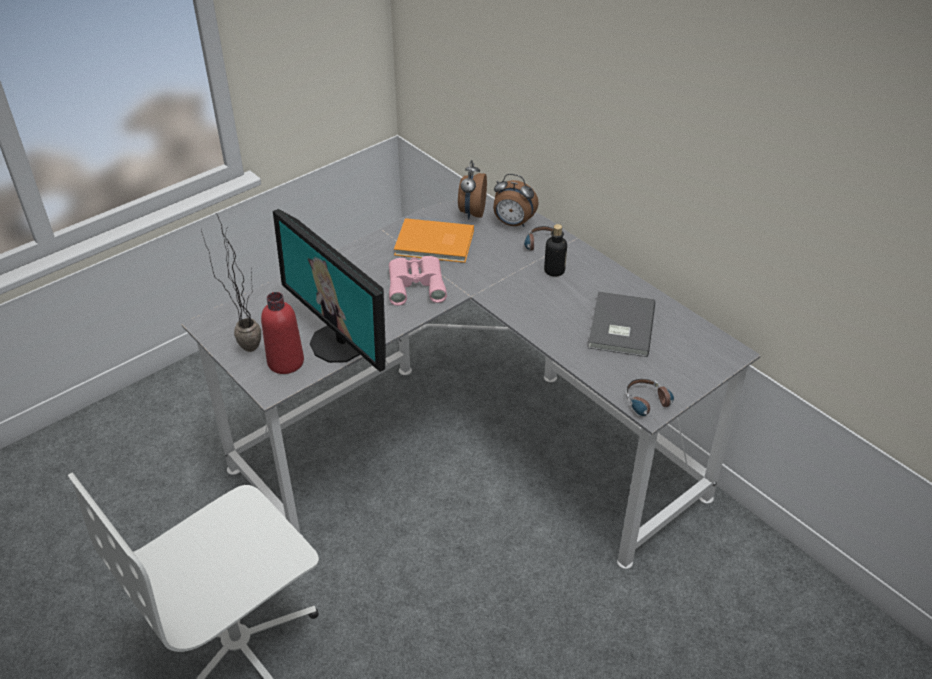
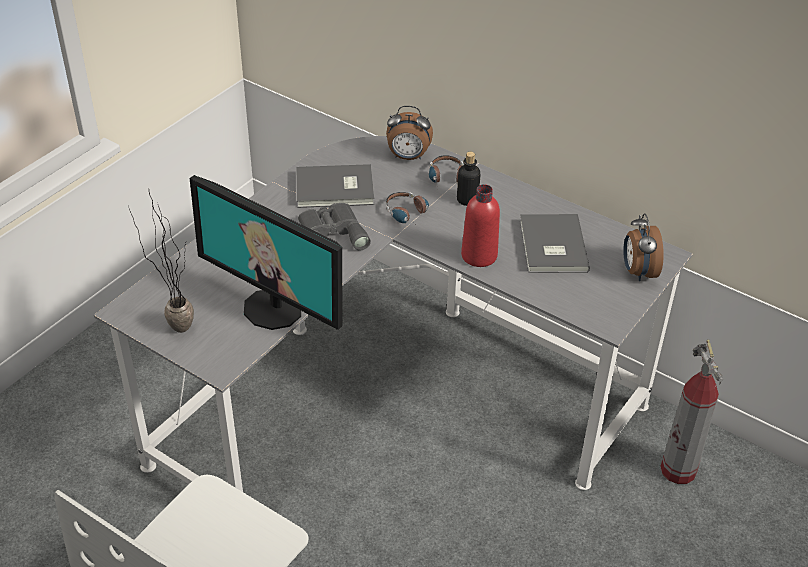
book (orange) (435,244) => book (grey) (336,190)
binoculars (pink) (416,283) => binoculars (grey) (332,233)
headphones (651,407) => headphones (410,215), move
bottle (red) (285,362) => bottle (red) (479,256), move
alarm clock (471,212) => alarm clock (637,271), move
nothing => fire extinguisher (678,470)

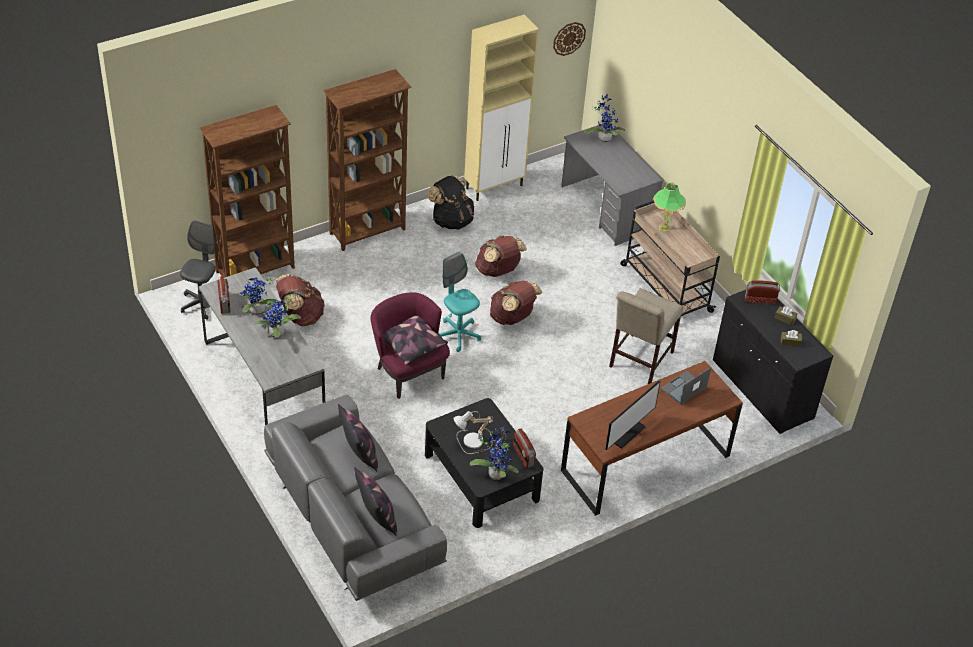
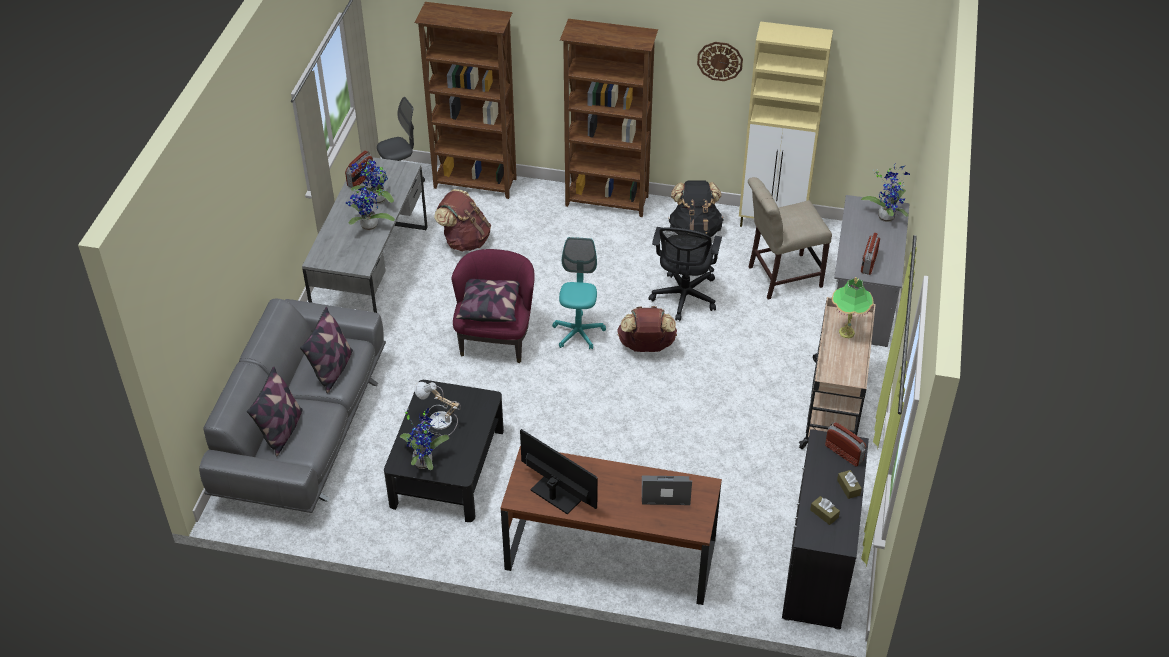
monitor (626,433) => monitor (555,495), 135 degrees counterclockwise
backpack (brown) (498,271) => office chair (black) (684,298)
wall clock (569,38) => wall clock (720,61), move
chair (beige) (639,361) => chair (beige) (780,277), move
radio (523,456) => radio (868,263), move

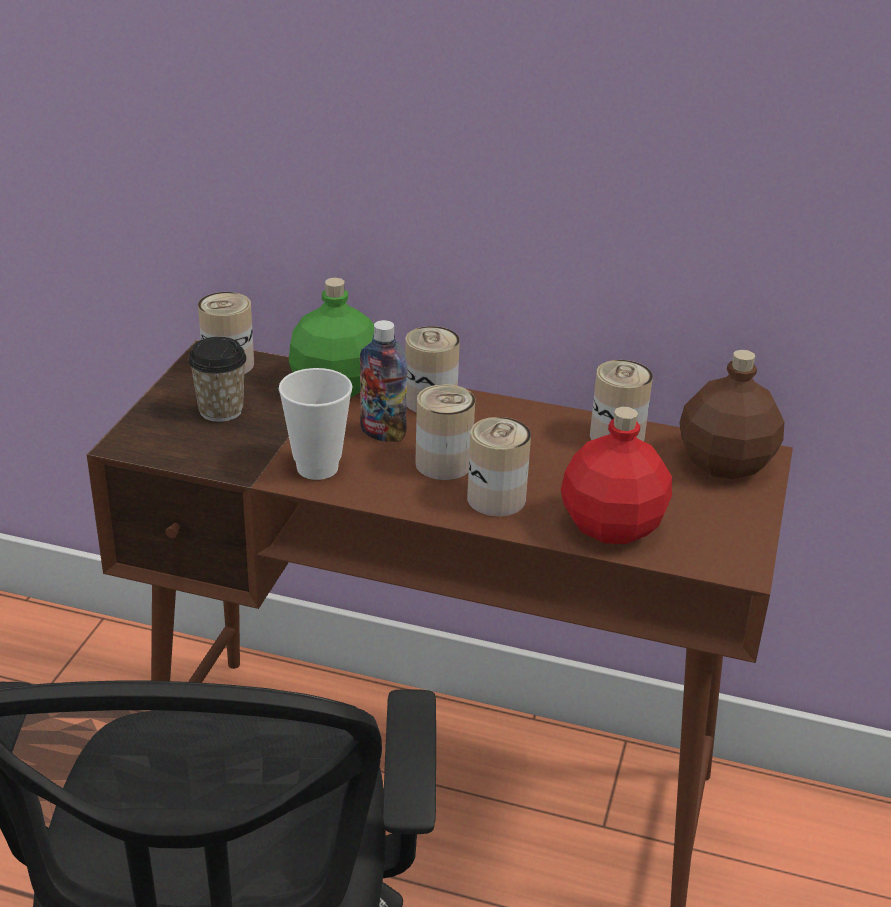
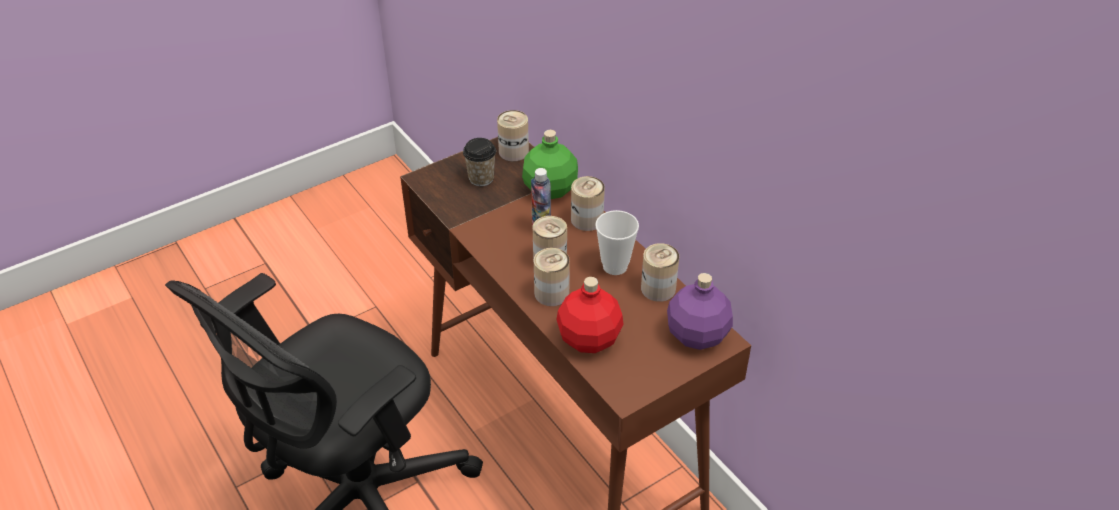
cup (317,468) => cup (615,266), move
bottle (brown) (724,464) => bottle (purple) (696,335)

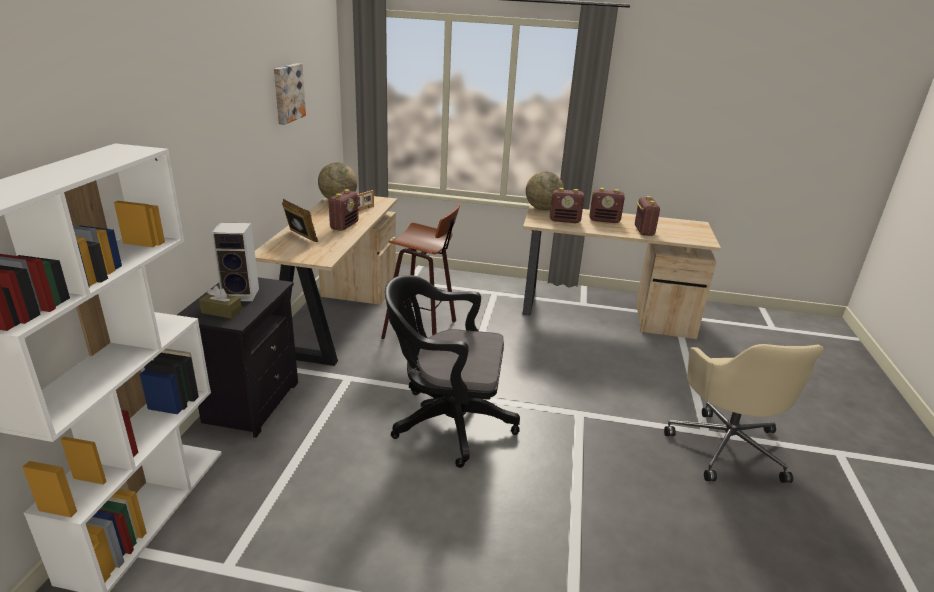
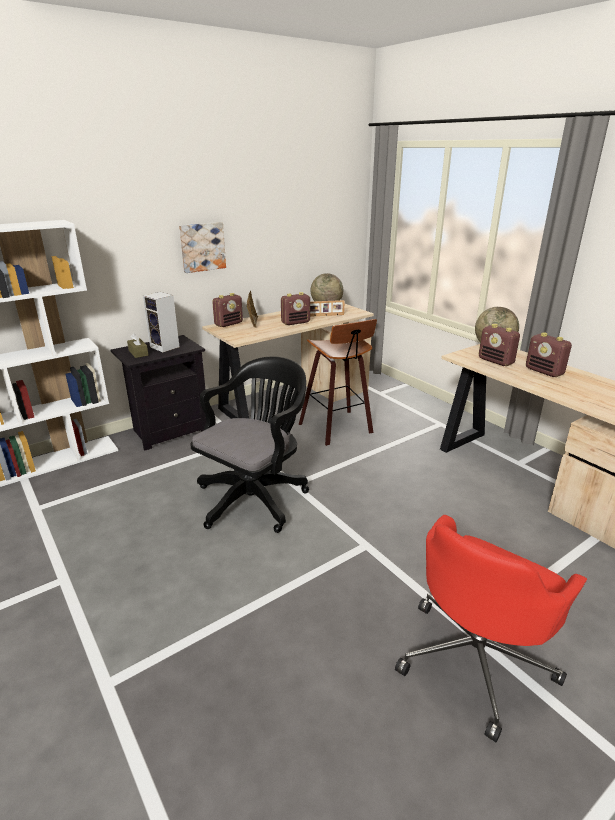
picture (287,93) => picture (202,247), move
office chair (black) (446,422) => office chair (black) (255,497), 75 degrees clockwise
radio (643,231) => radio (229,324), move
office chair (beige) (727,445) => office chair (red) (475,659)

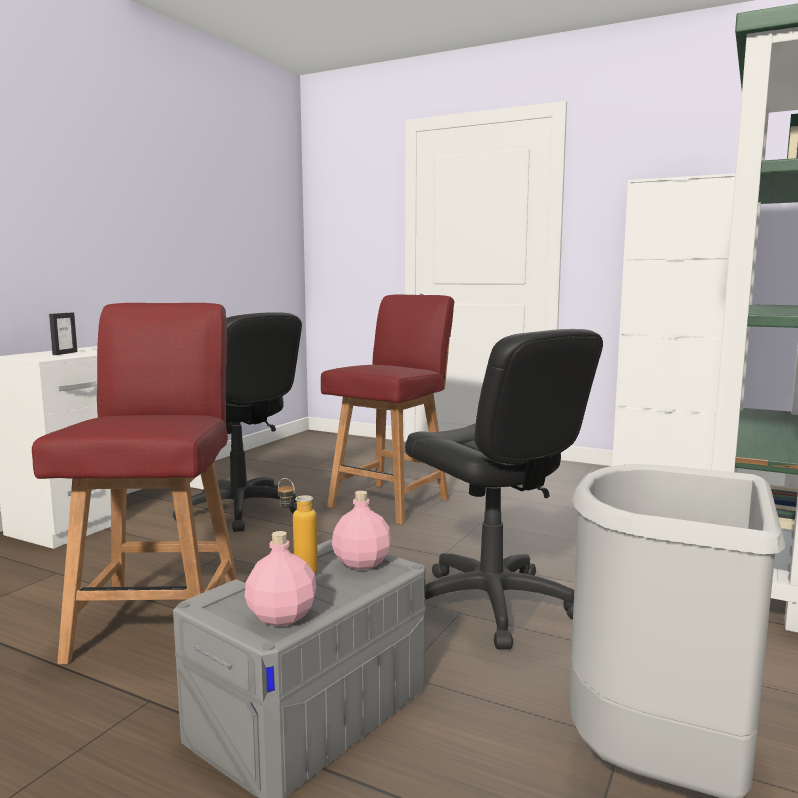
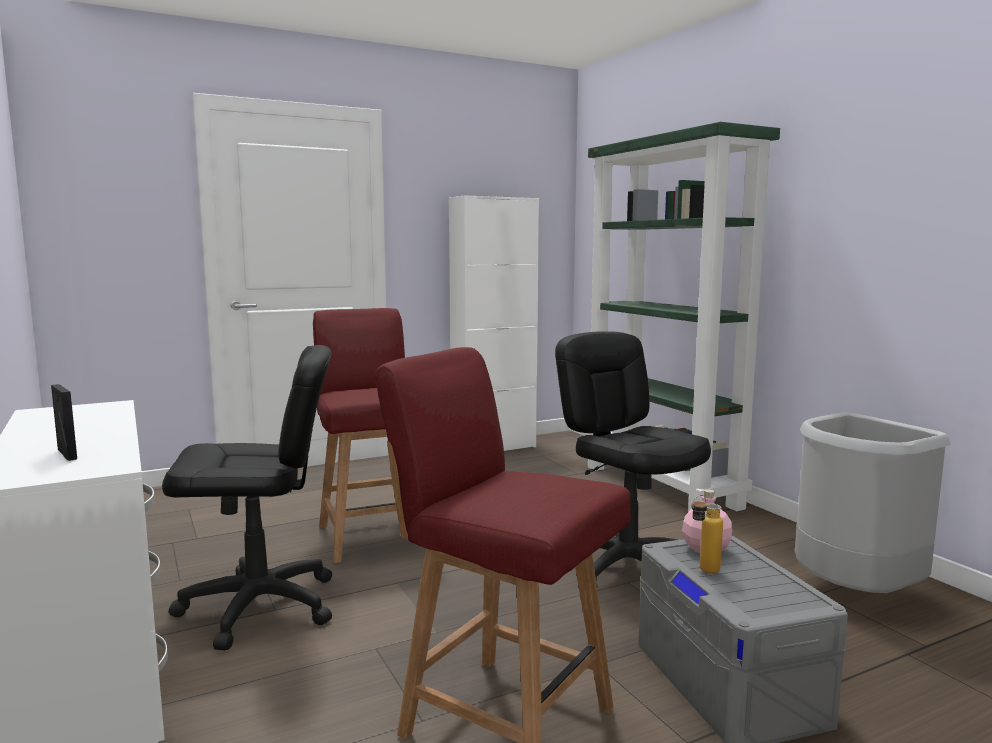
office chair (black) (490,604) => office chair (black) (627,568), 120 degrees counterclockwise
bottle (pink) (282,616) => nothing

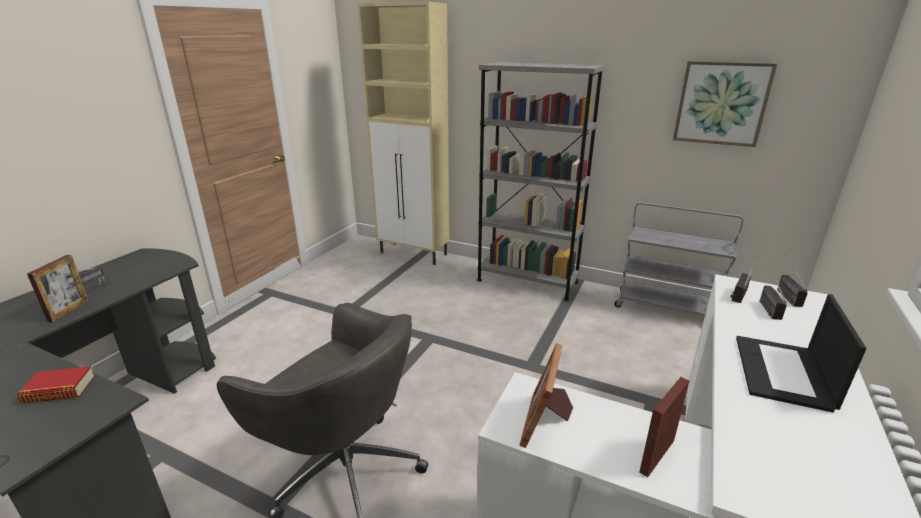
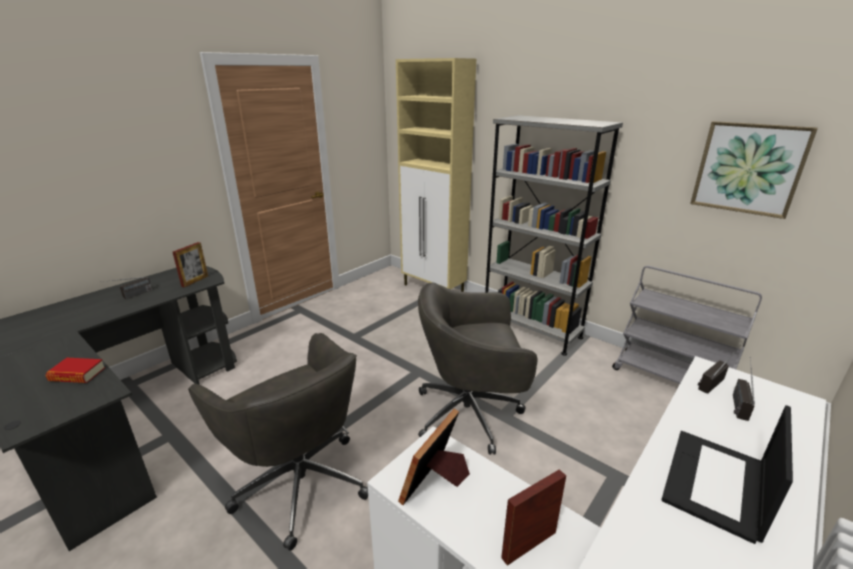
picture frame (69,311) => picture frame (195,281), move
nothing => office chair (grey) (471,413)
radio (783,293) => nothing

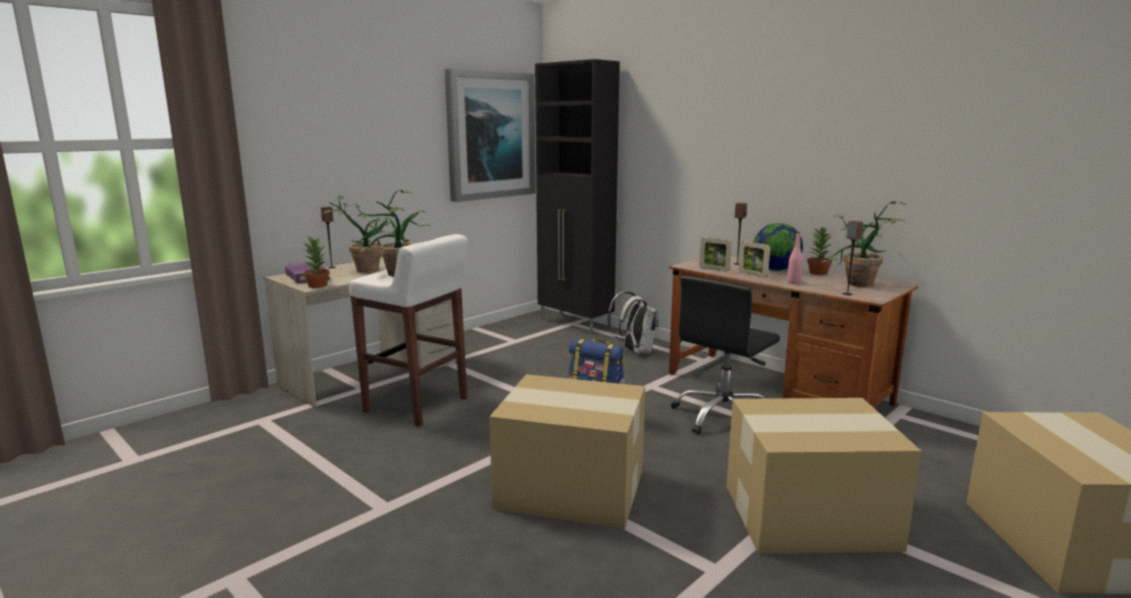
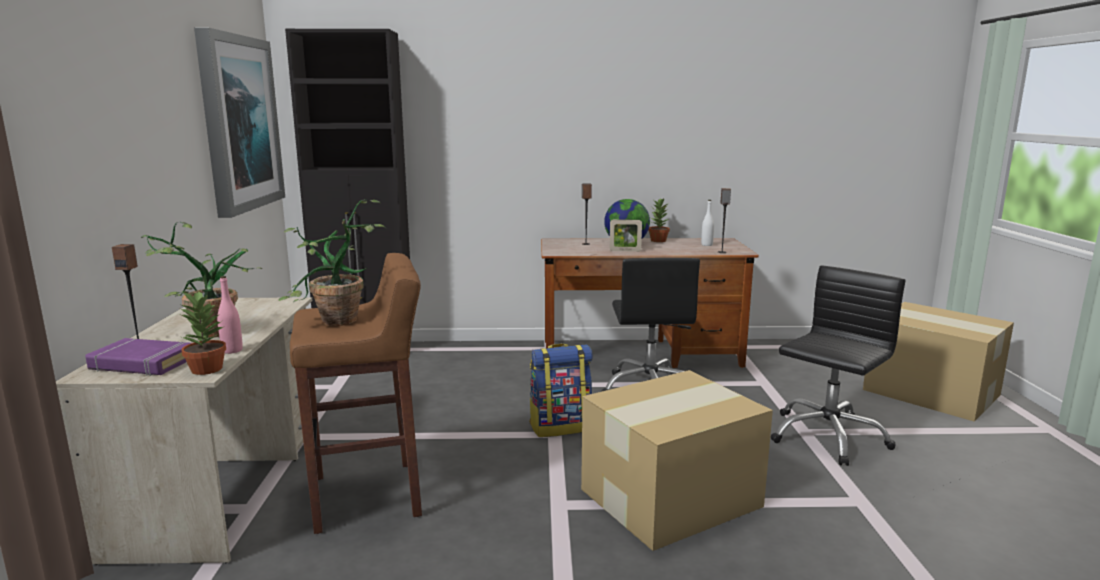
bottle (pink) (793,282) => bottle (pink) (232,350), move
stool (white) (417,405) => stool (brown) (369,496)
potted plant (857,285) => bottle (white) (707,245)
cardboard box (811,517) => office chair (black) (827,436)
backpack (white) (635,351) => nothing
picture frame (714,269) => nothing

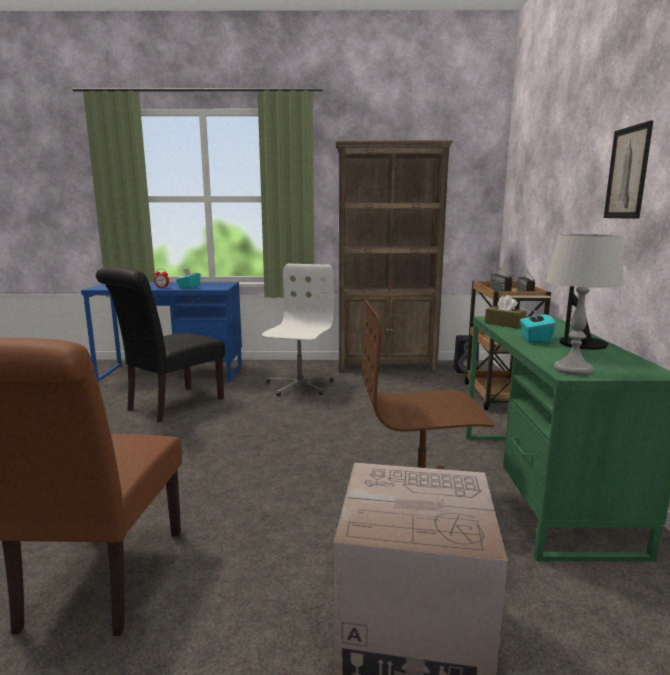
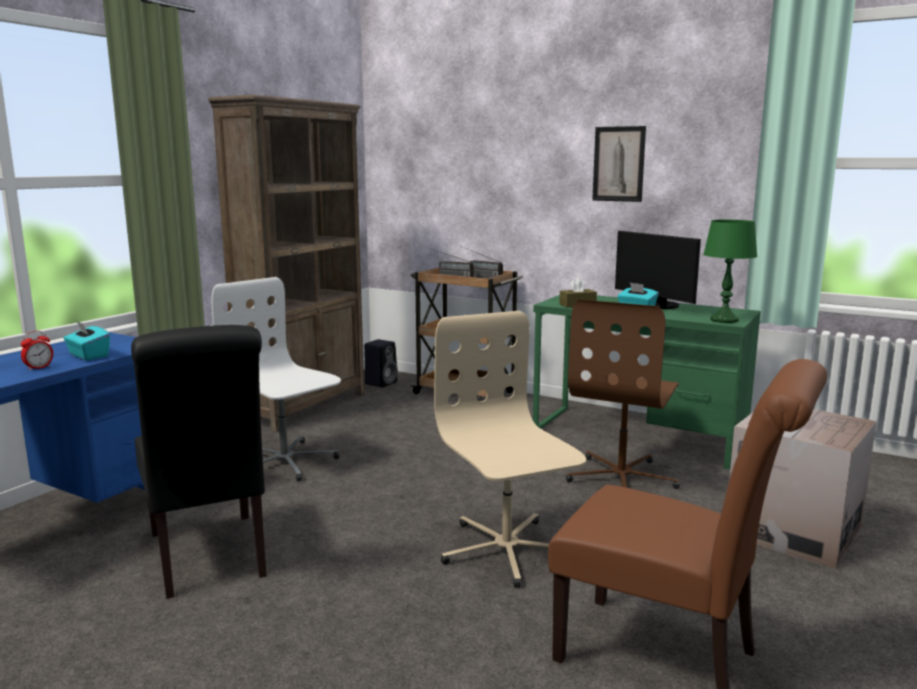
nothing => office chair (beige) (505,551)
table lamp (grey) (573,369) => table lamp (green) (724,320)

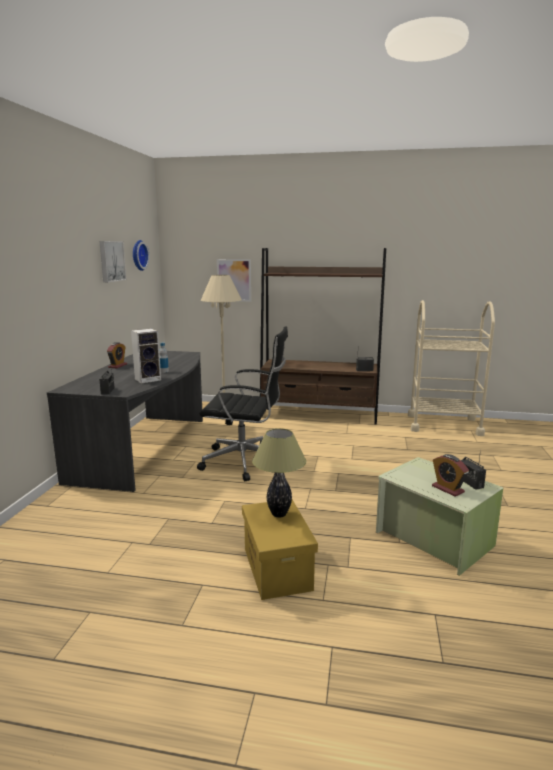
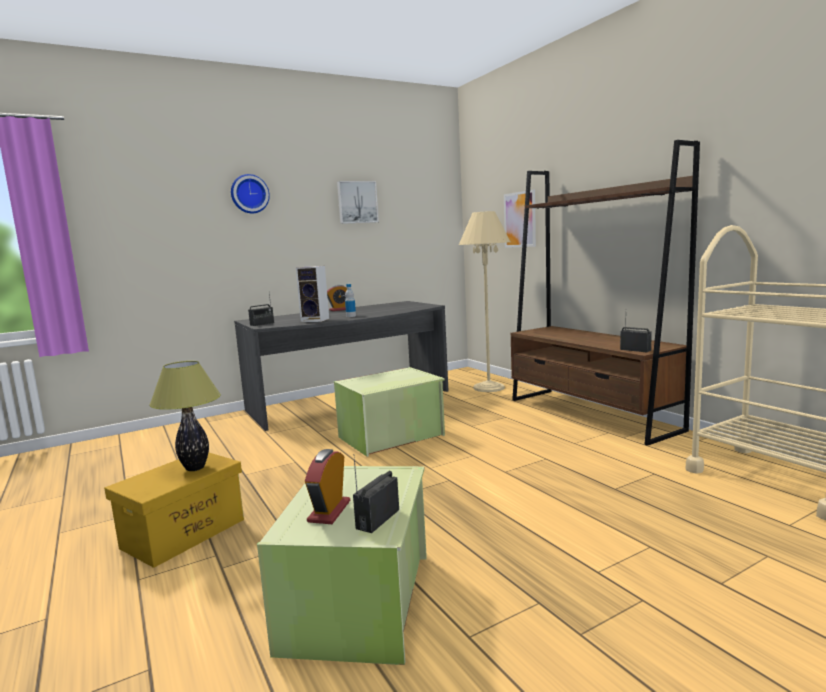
wall clock (138,255) => wall clock (249,194), move
office chair (black) (245,462) => storage box (green) (392,436)

